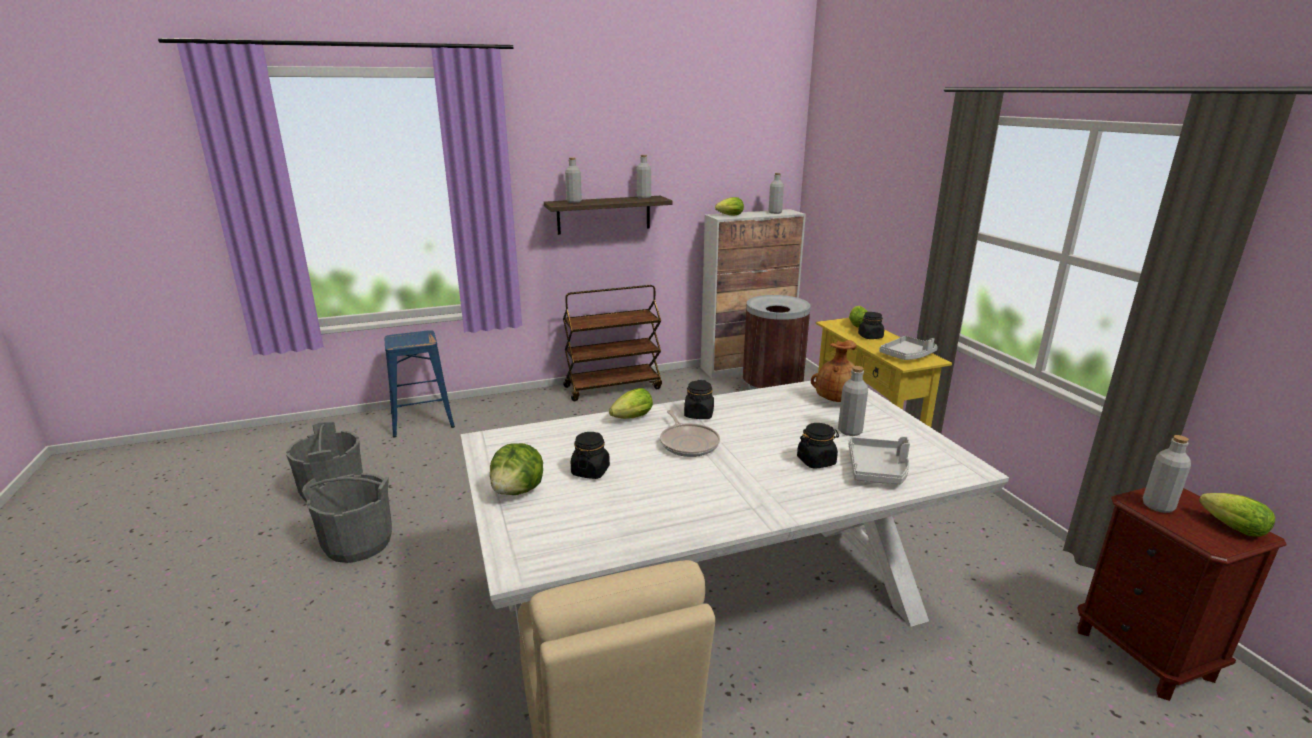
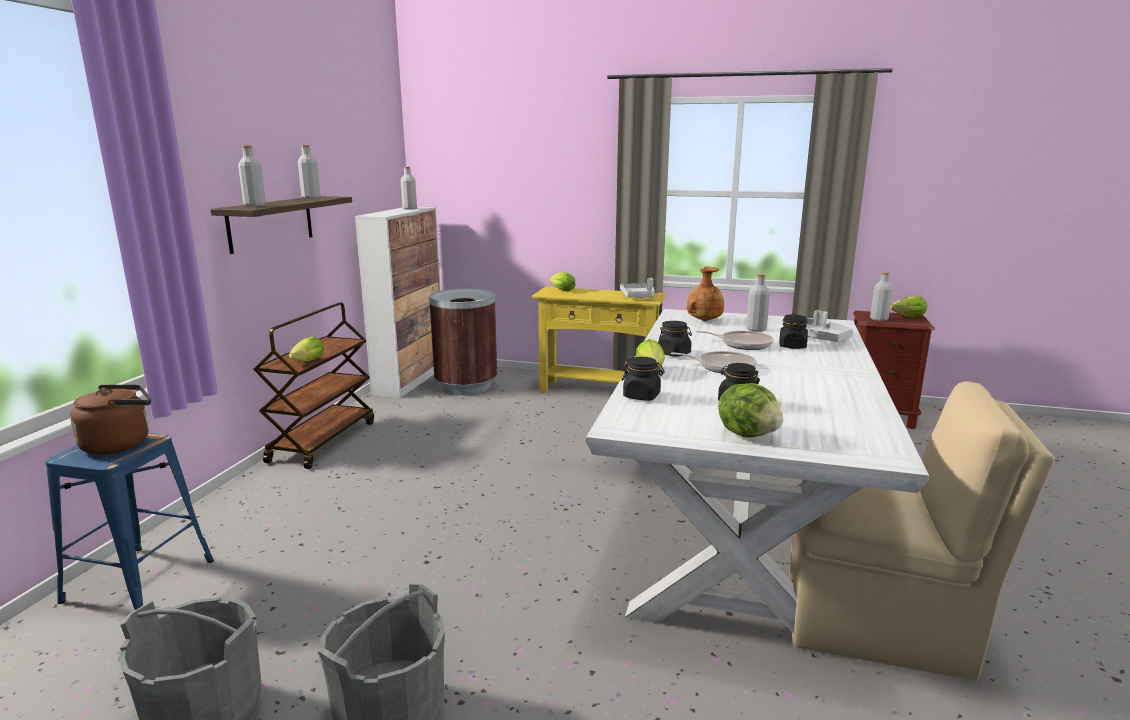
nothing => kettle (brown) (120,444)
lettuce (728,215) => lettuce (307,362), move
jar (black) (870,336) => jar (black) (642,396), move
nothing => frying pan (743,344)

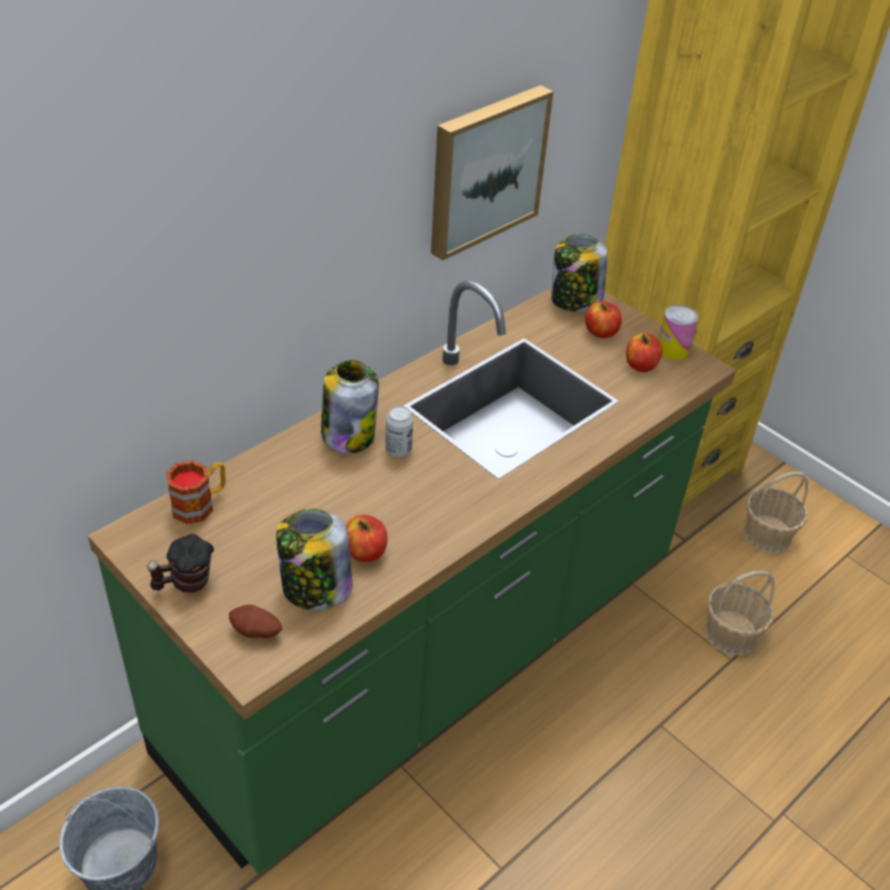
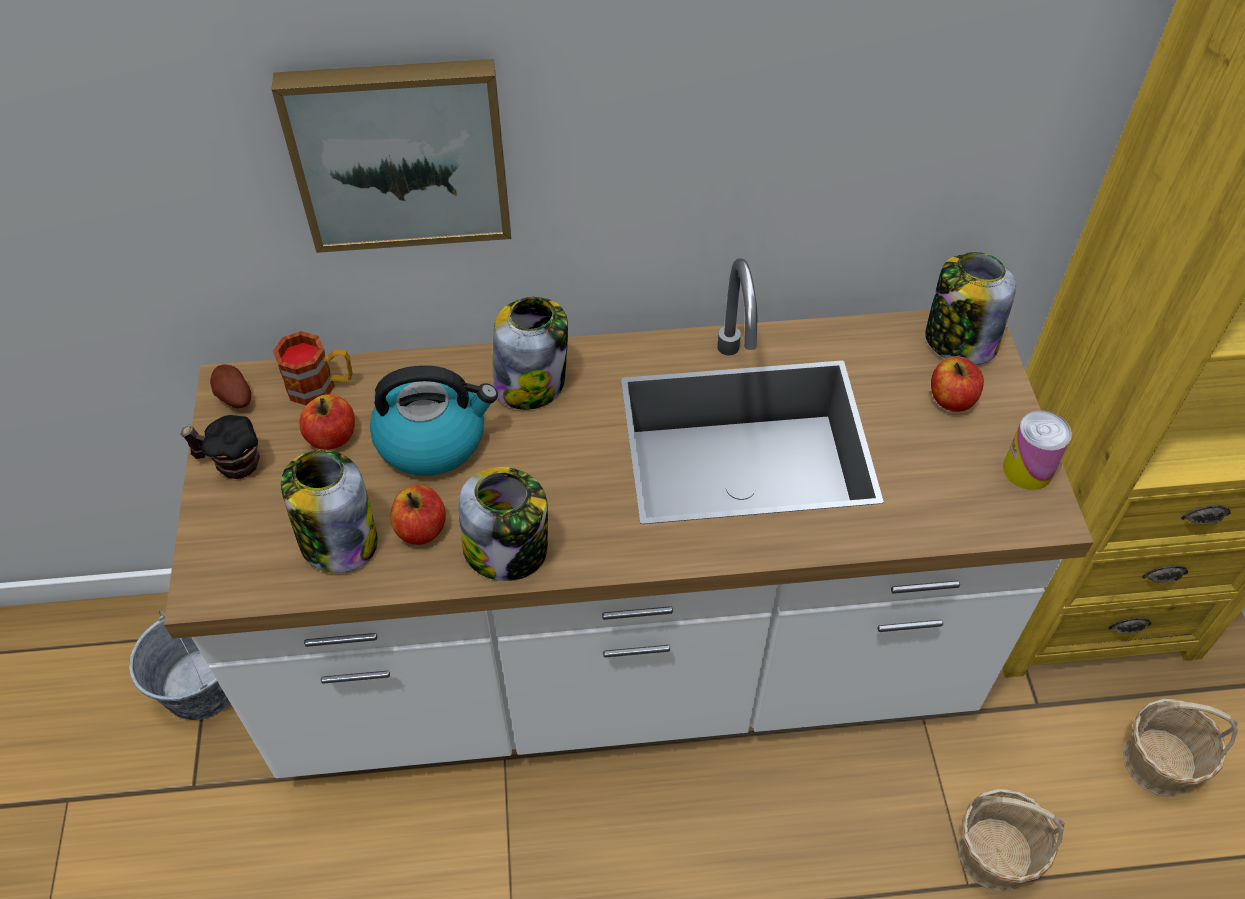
counter (green) (429,660) => counter (white) (622,666)
potato (255,633) => potato (234,398), move
picture (485,169) => picture (400,152), move
apple (641,365) => apple (332,437), move
nothing => kettle (433,439)
nothing => jar (508,550)
can (398,450) => nothing

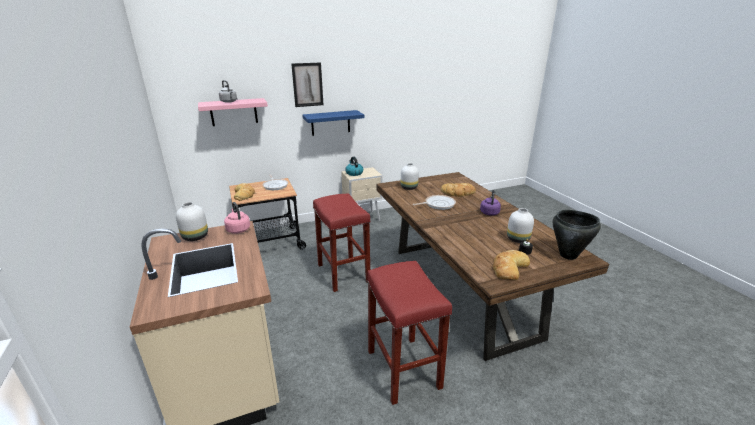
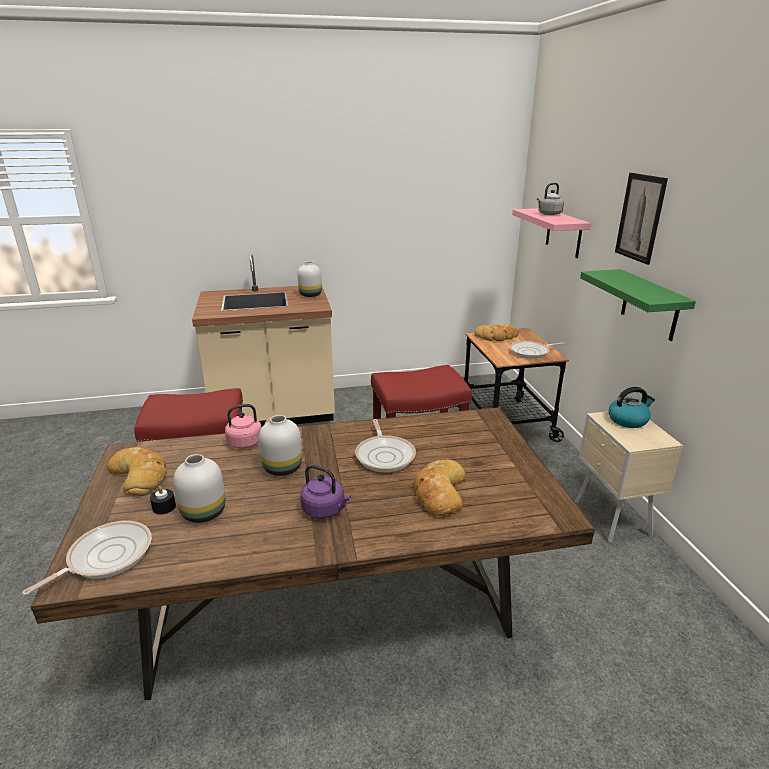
cooking pot (black) (568,255) => frying pan (105,557)
kettle (pink) (238,229) => kettle (pink) (247,442), move
vase (white) (409,187) => vase (white) (283,468), move
shelf (blue) (330,123) => shelf (green) (650,305)

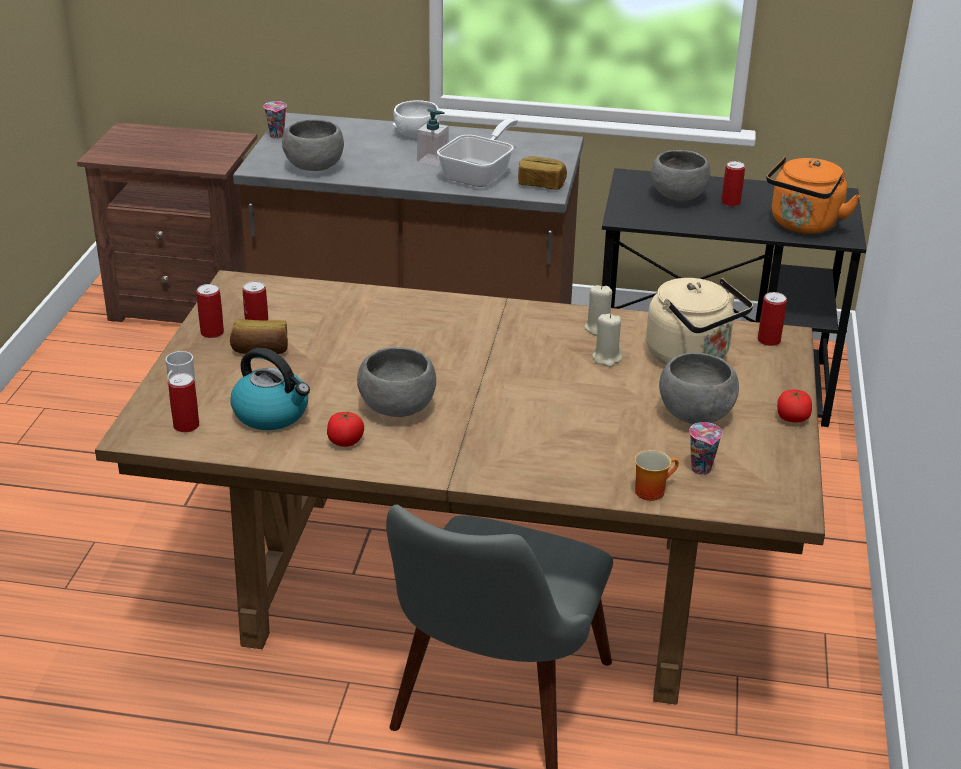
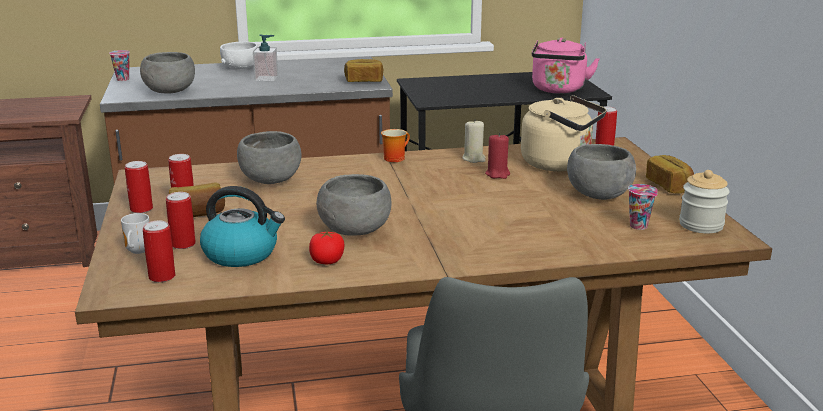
can (730,202) => can (183,244), move
bowl (grey) (677,197) => bowl (grey) (270,181), move
mug (651,489) => mug (394,158), move
candle (beige) (607,358) => candle (red) (497,174)
kettle (orange) (803,225) => kettle (pink) (558,90)
tomato (792,418) => bread (669,186)
nothing => jar (701,225)
frying pan (481,174) => nothing

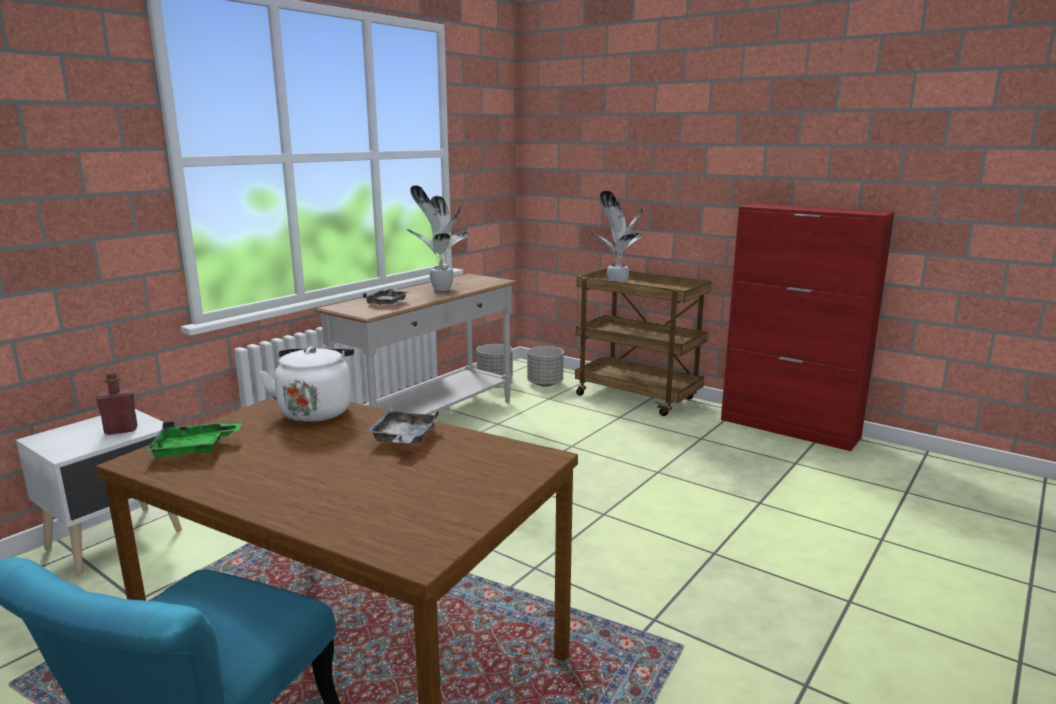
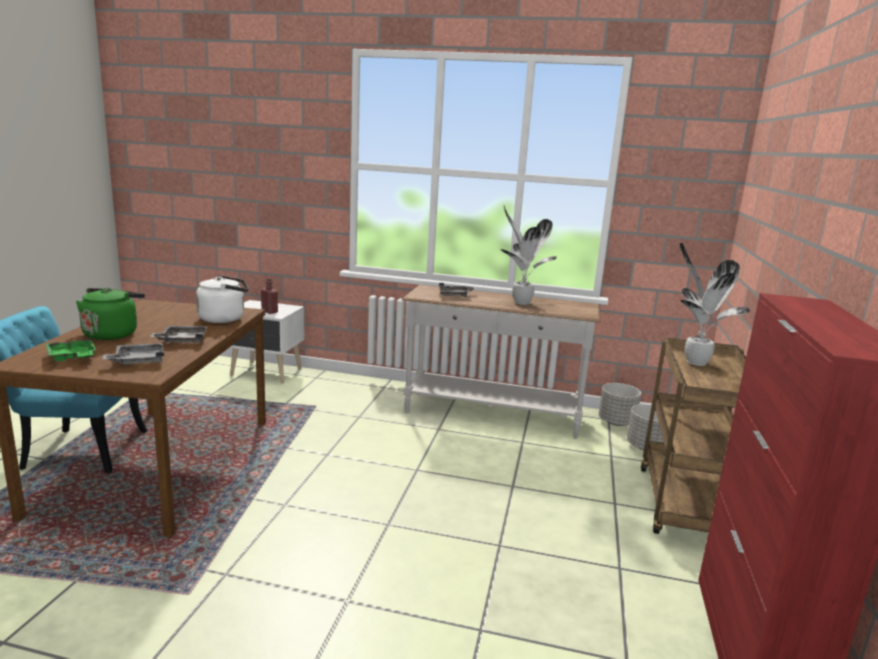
tray (green) (193,449) => tray (green) (72,357), move
nothing => kettle (green) (112,334)
nothing => tray (grey) (138,361)

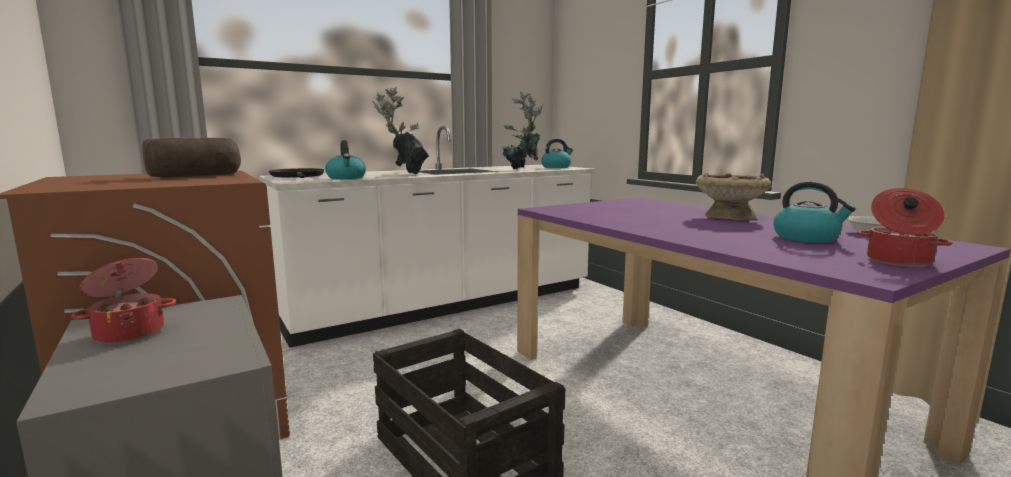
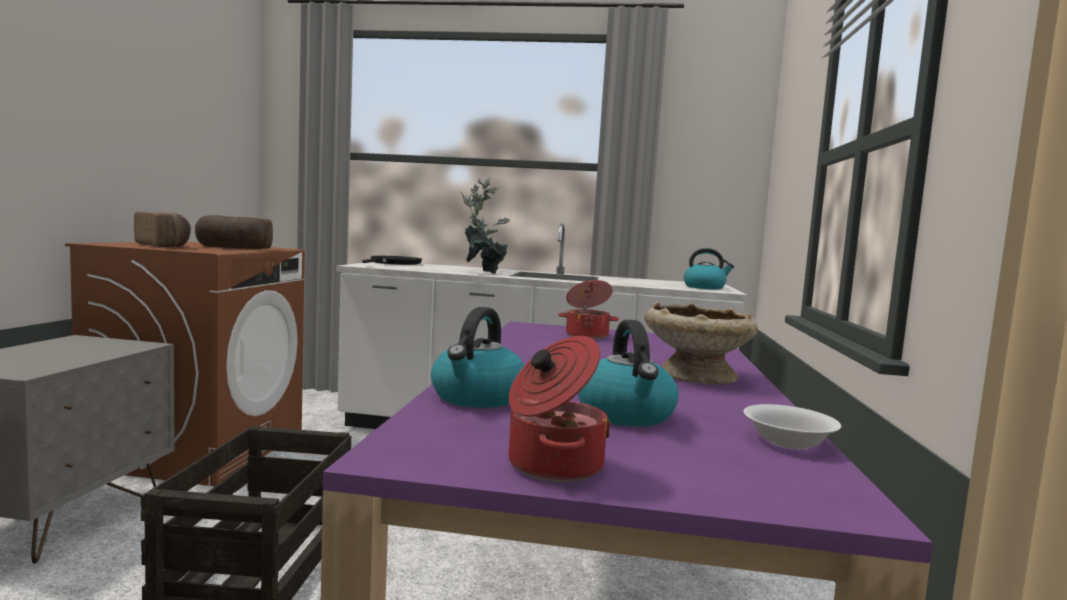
nothing => bread (165,245)
kettle (346,177) => kettle (477,398), move
cooking pot (130,333) => cooking pot (587,335), move
potted plant (523,169) => nothing

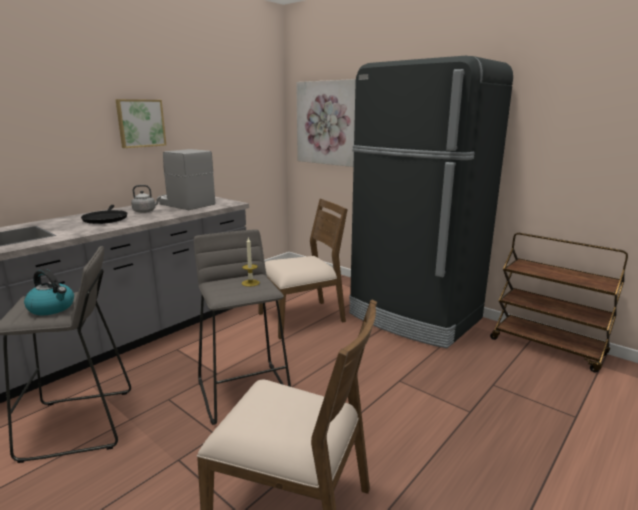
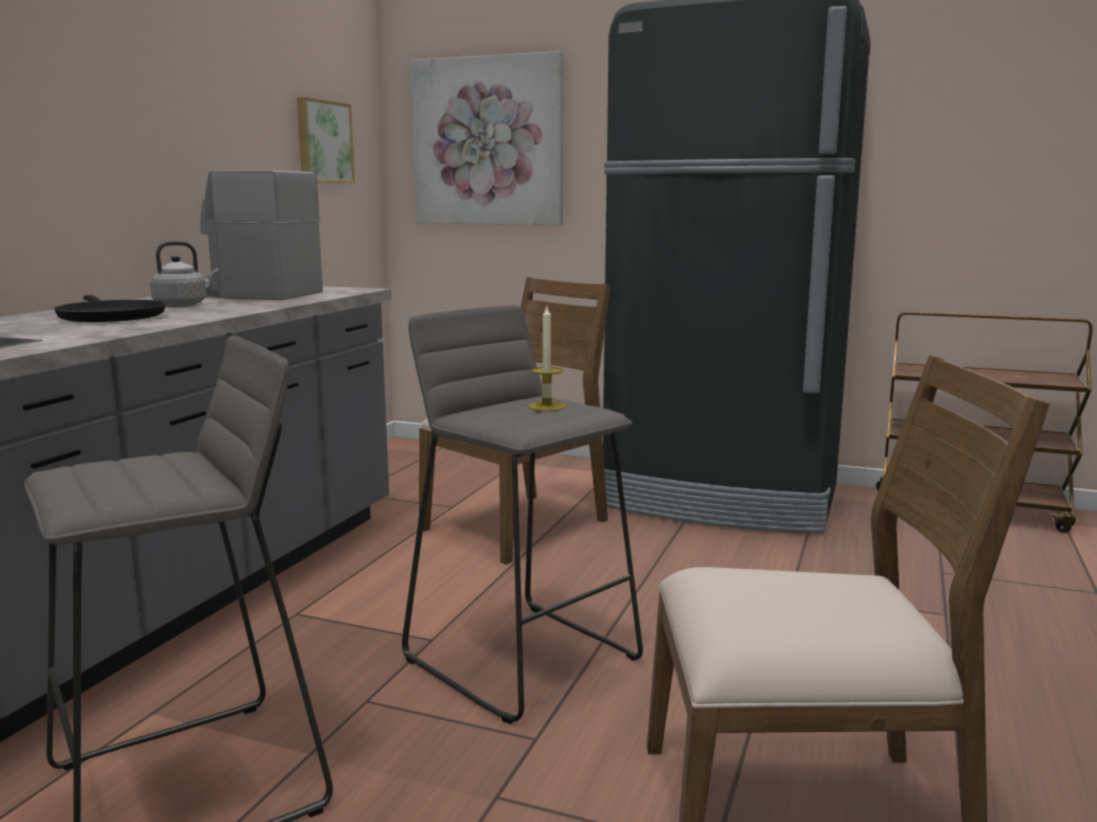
picture (140,123) => picture (323,142), move
kettle (52,308) => nothing

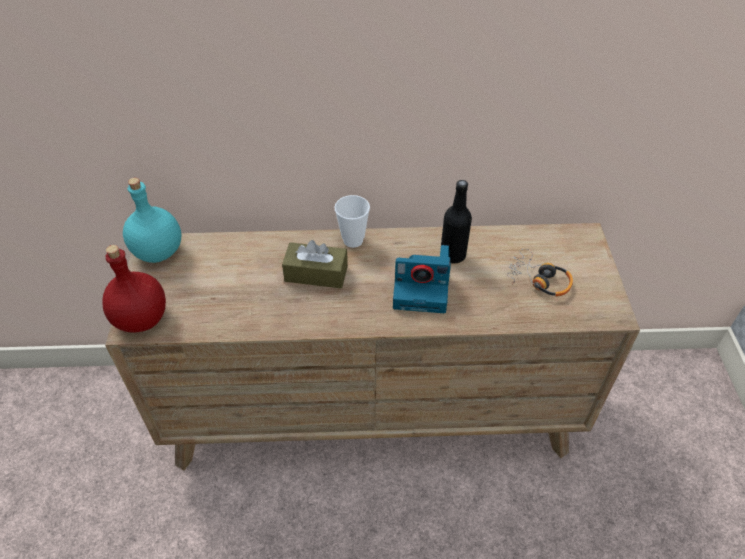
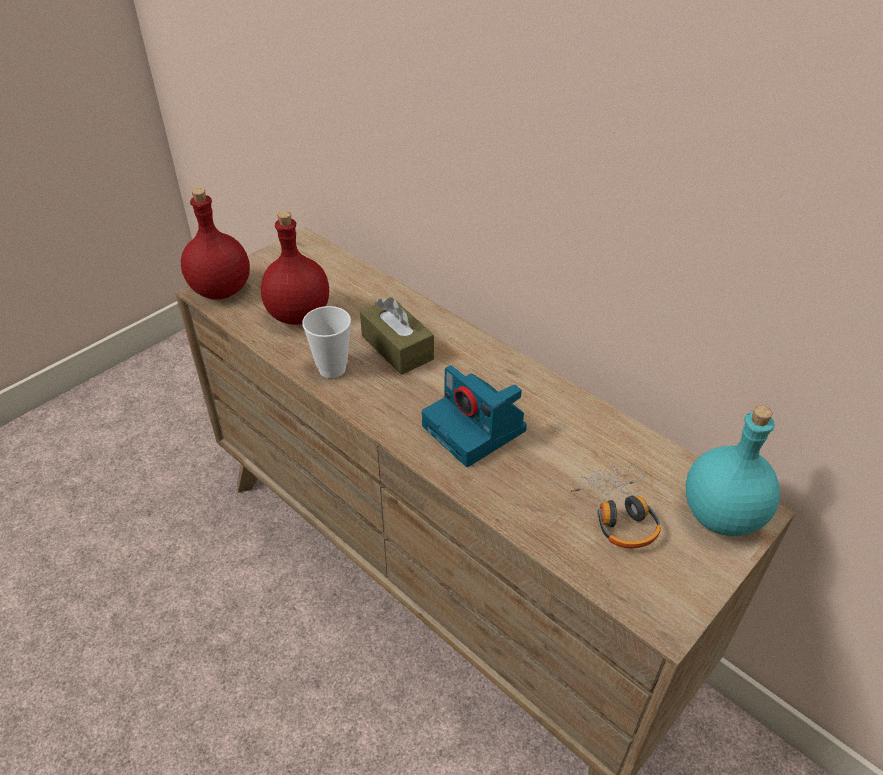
nothing => bottle (red) (299,314)
cup (353,240) => cup (332,369), move
bottle (turquoise) (157,252) => bottle (turquoise) (719,515), move
bottle (black) (452,255) => nothing

